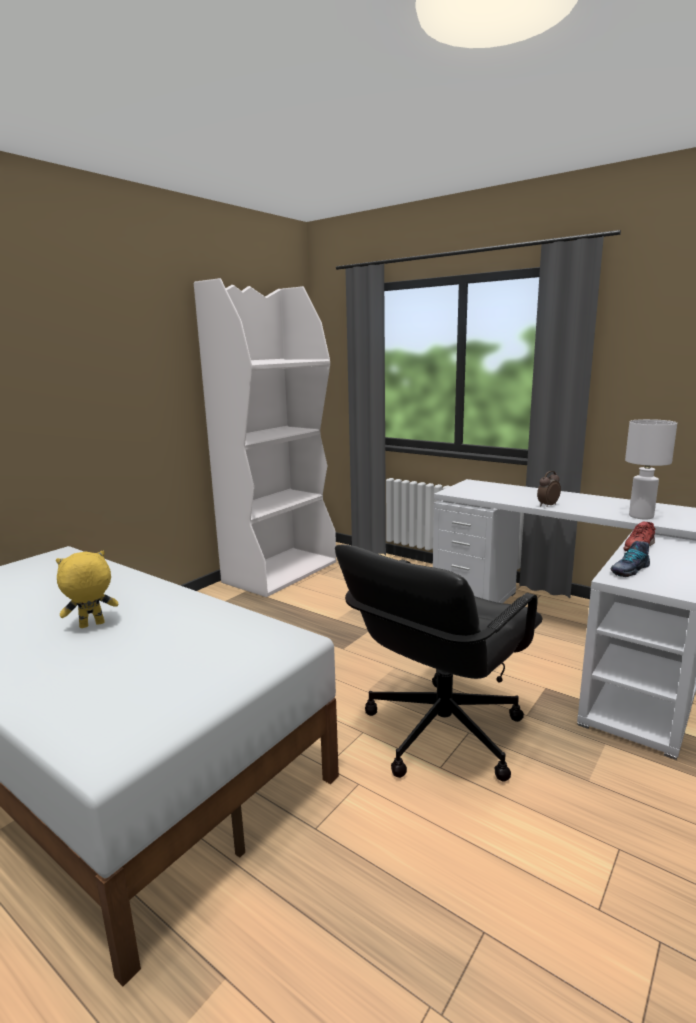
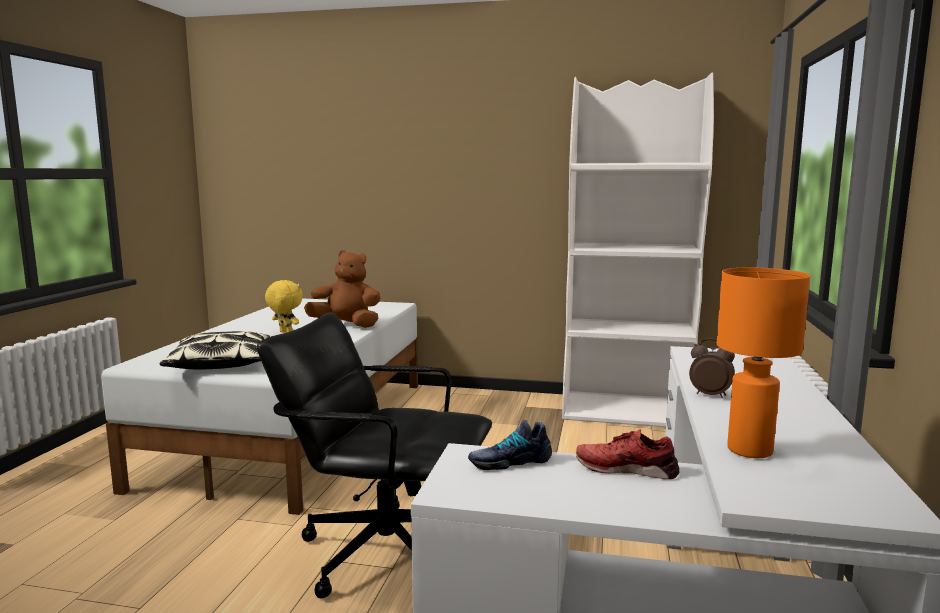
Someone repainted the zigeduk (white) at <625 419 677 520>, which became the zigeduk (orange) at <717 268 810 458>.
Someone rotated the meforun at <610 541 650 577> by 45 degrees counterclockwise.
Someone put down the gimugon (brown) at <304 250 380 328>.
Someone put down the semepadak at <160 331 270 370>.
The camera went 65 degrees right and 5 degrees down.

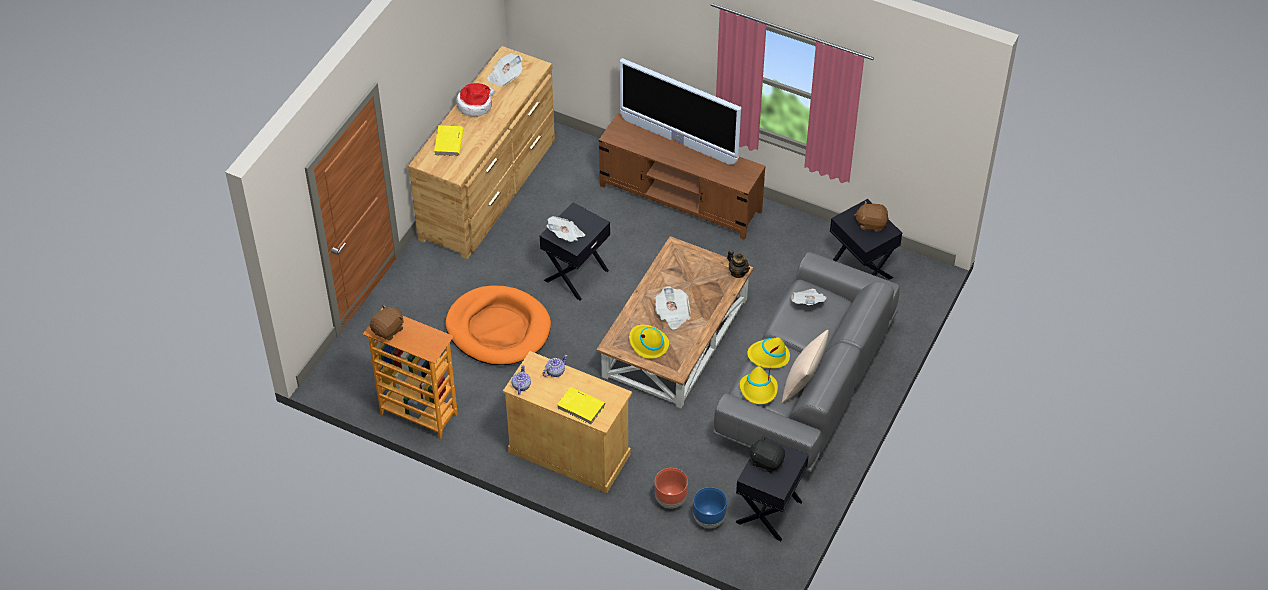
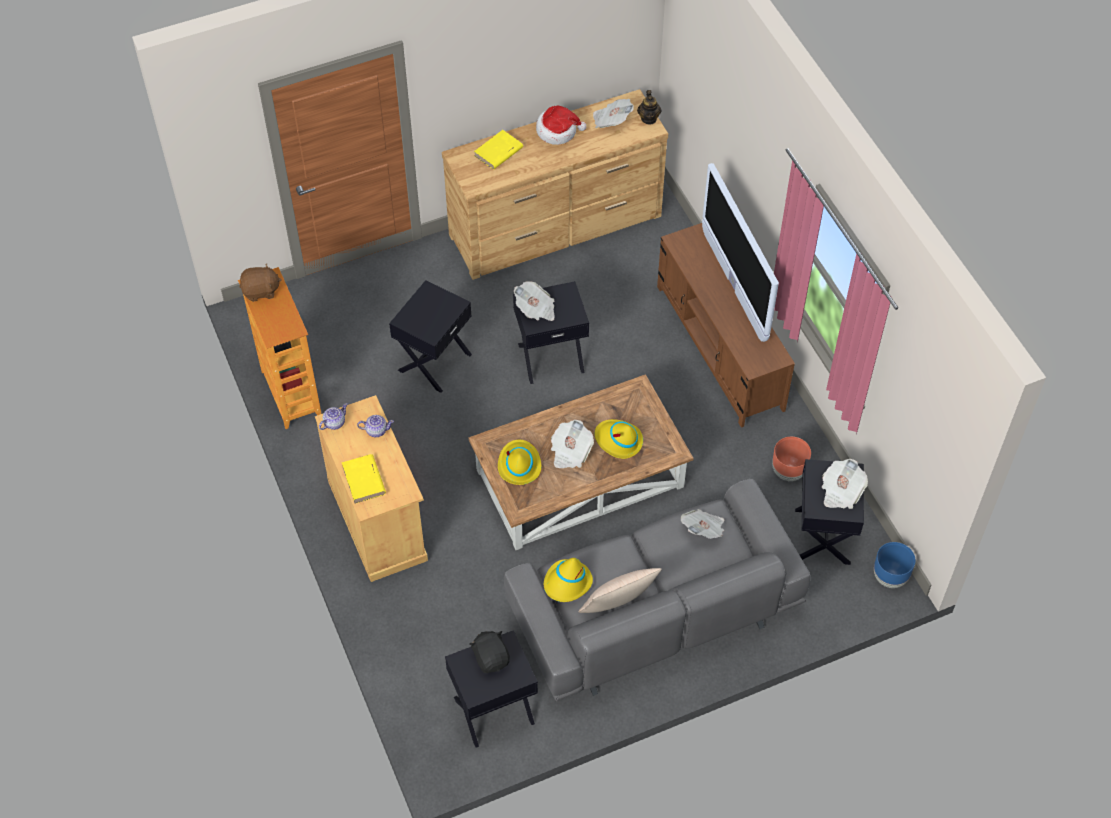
Someone swapped the gimugon (brown) at <854 201 889 232> for the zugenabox at <822 459 868 509>.
Someone carried the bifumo from <727 250 750 278> to <637 90 662 124>.
Someone swapped the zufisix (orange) at <445 285 551 365> for the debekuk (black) at <389 280 472 393>.
Someone carried the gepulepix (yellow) from <747 337 790 368> to <595 419 643 459>.
Someone carried the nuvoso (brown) from <655 468 688 509> to <772 437 811 481>.
Someone carried the nuvoso (blue) from <693 487 727 528> to <874 542 916 588>.
The camera went 40 degrees right and 5 degrees up.

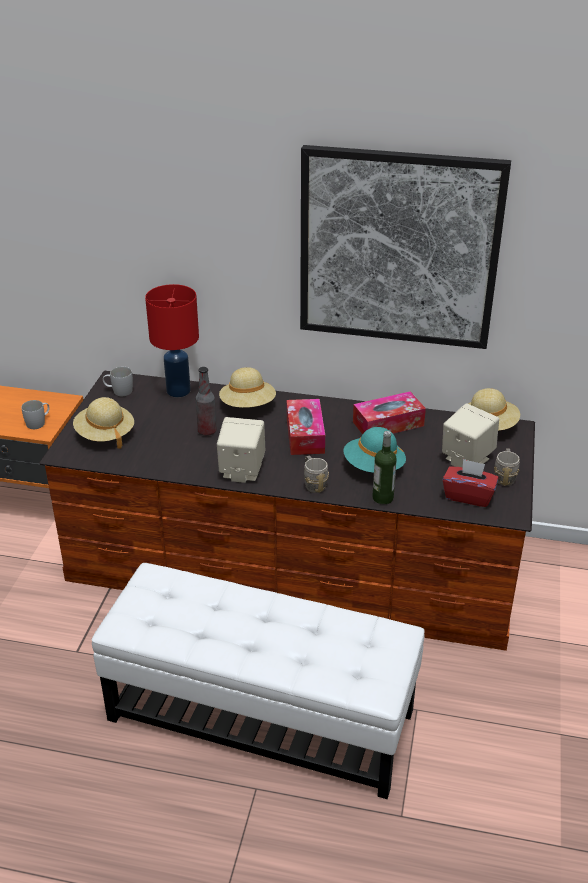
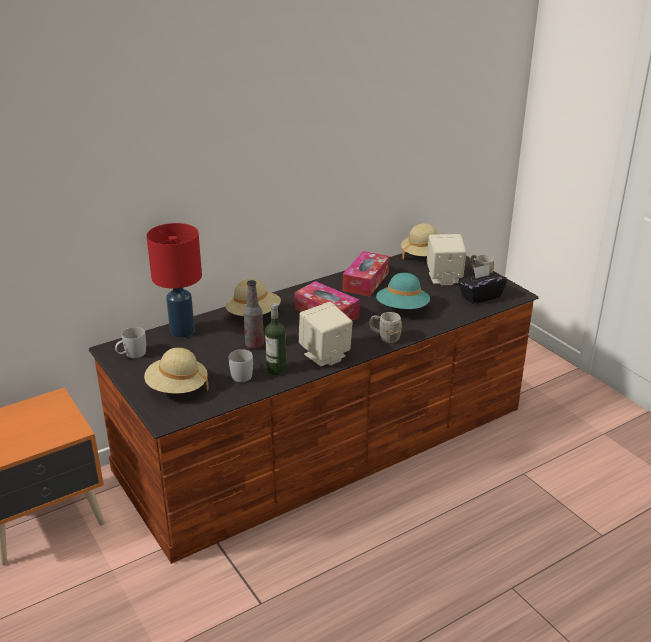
Someone took away the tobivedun at <300 145 511 349>.
Someone carried the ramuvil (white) from <21 400 50 429> to <229 349 253 382>.
Someone carried the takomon from <372 431 397 504> to <265 303 287 375>.
Someone repainted the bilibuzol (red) at <443 459 499 507>, which became the bilibuzol (black) at <458 265 507 304>.
Someone took away the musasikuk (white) at <91 563 425 799>.
The camera went 45 degrees left and 5 degrees down.

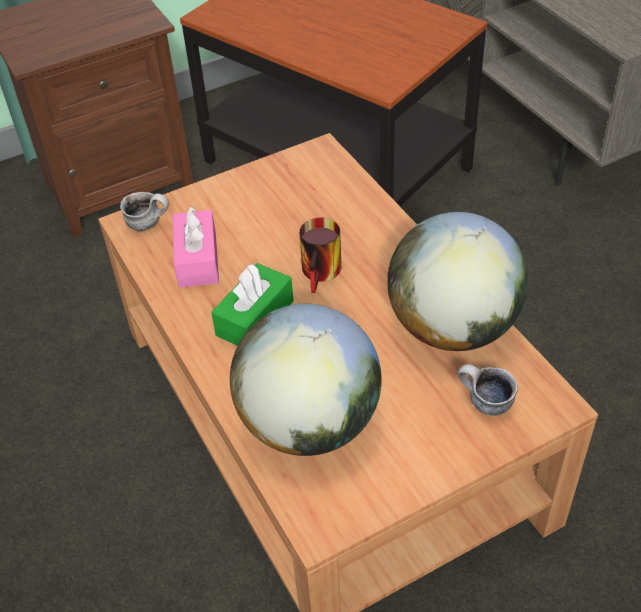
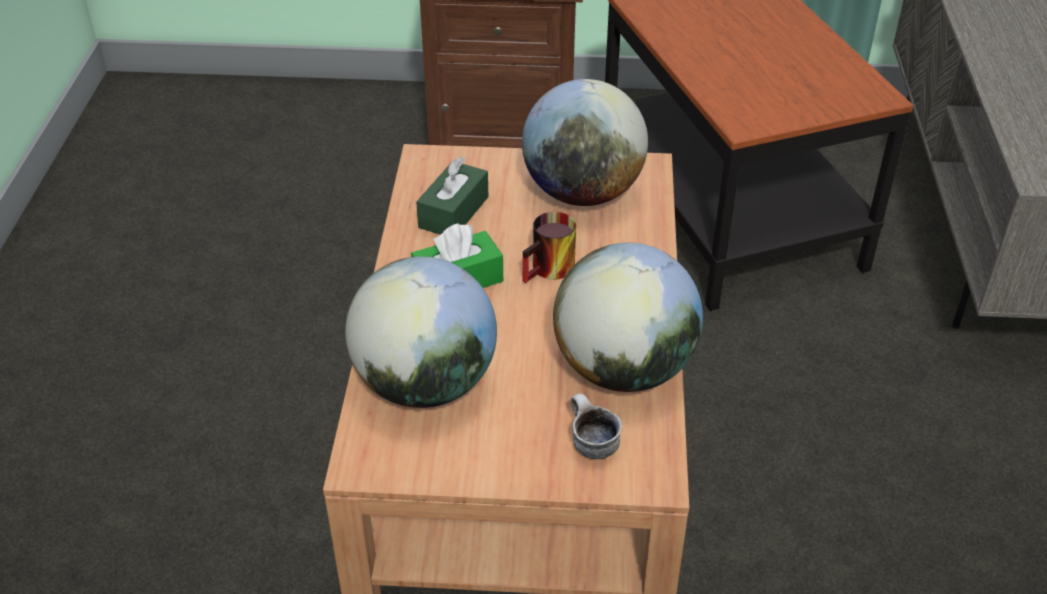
Someone took away the ramuvil at <120 192 169 231>.
Someone repainted the bilibuzol (pink) at <173 206 219 288>, which became the bilibuzol (green) at <416 156 488 235>.
Someone put down the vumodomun at <522 79 648 206>.
The camera went 30 degrees right and 5 degrees down.

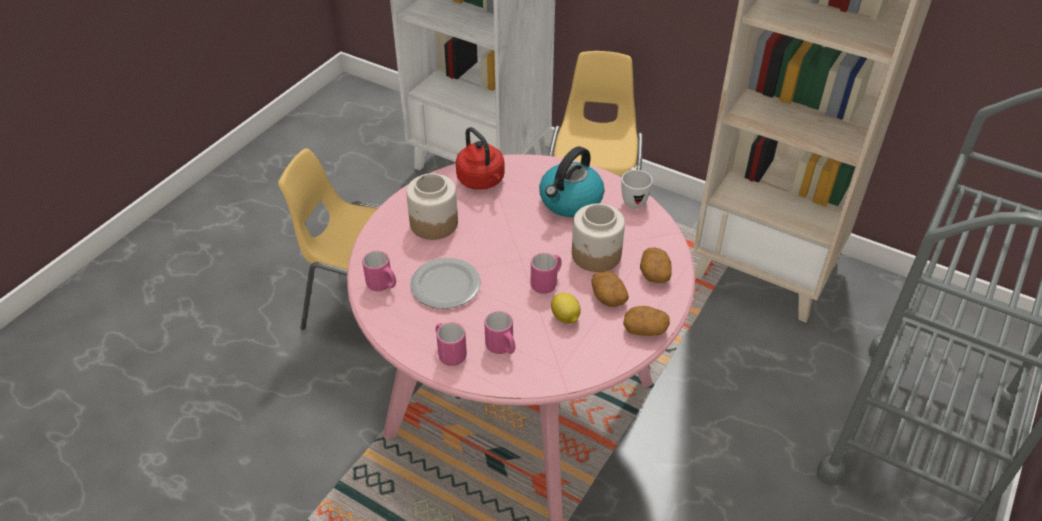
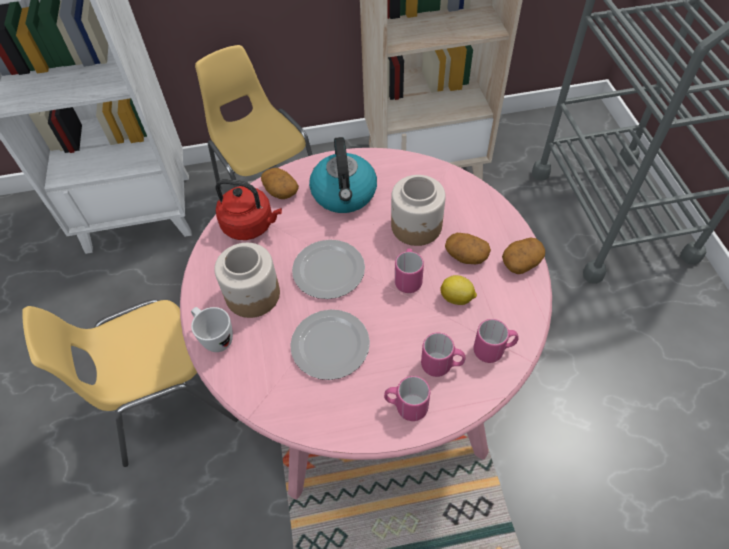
Someone carried the ramuvil (white) from <621 167 653 208> to <191 307 233 352>.
Someone carried the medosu from <640 247 672 283> to <261 168 299 199>.
Someone carried the ramuvil (pink) from <362 251 396 291> to <474 319 519 363>.
Someone put down the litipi at <292 240 365 299>.
The camera went 40 degrees left and 10 degrees up.

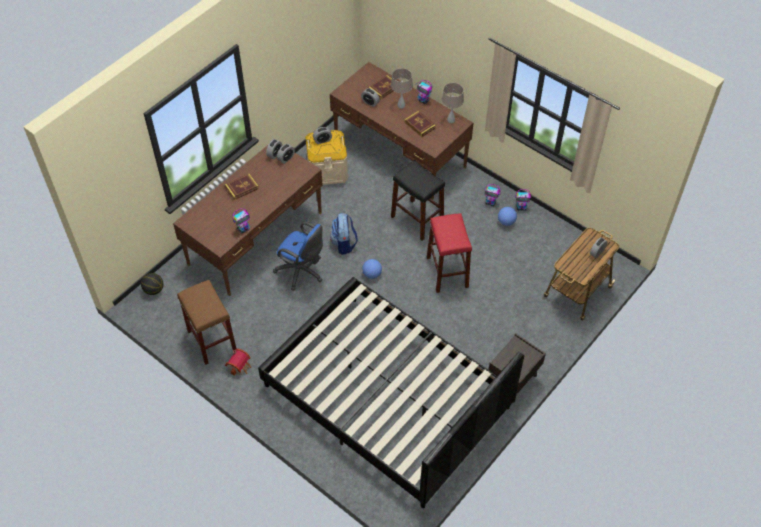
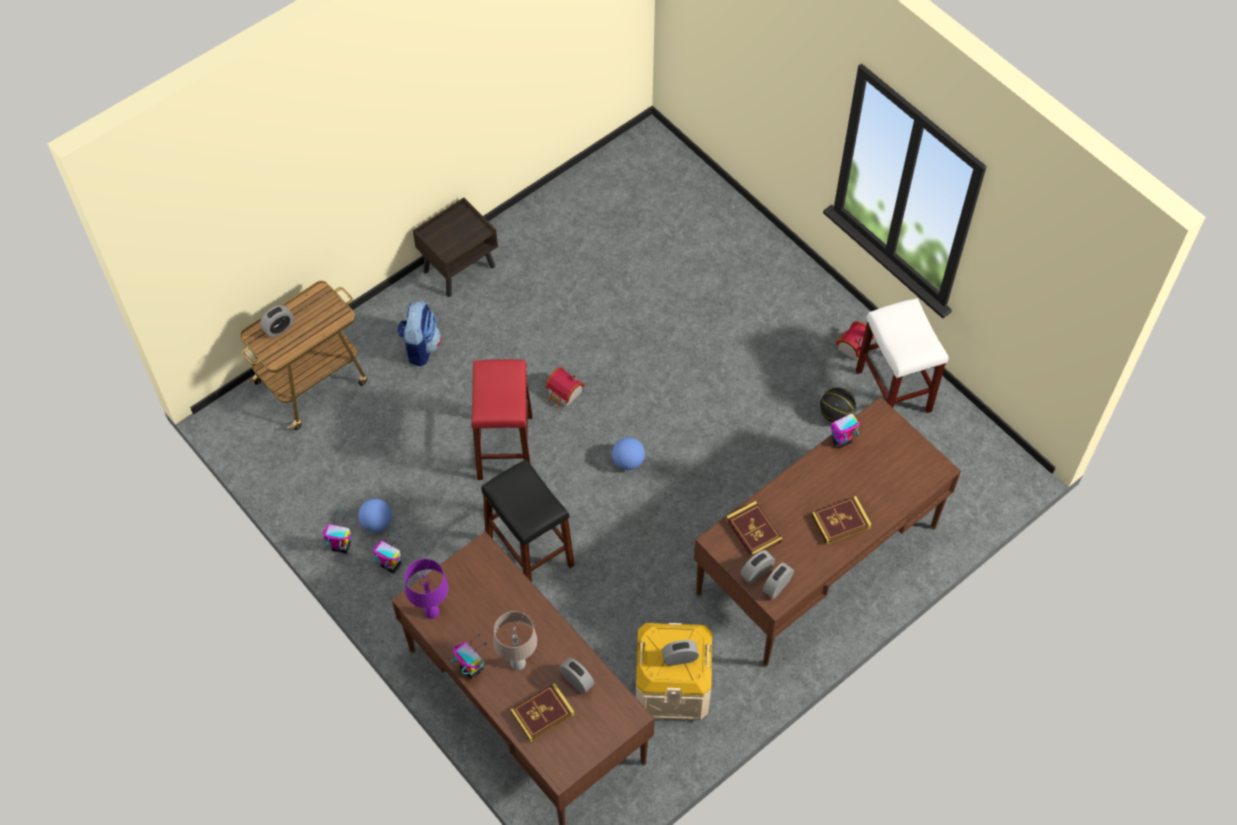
Someone repainted the zigeduk (beige) at <442 83 464 123>, which became the zigeduk (purple) at <404 559 449 619>.
Someone carried the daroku from <404 111 436 137> to <726 501 782 557>.
Someone carried the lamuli from <330 213 358 255> to <398 301 442 366>.
Someone took away the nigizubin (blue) at <273 222 323 291>.
Someone carried the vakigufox from <141 273 163 295> to <820 388 856 422>.
Someone took away the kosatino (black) at <258 277 524 508>.
Someone repainted the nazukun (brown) at <177 280 236 365>, which became the nazukun (white) at <856 298 949 413>.
Someone put down the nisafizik at <545 367 585 409>.
The camera went 170 degrees left and 5 degrees up.

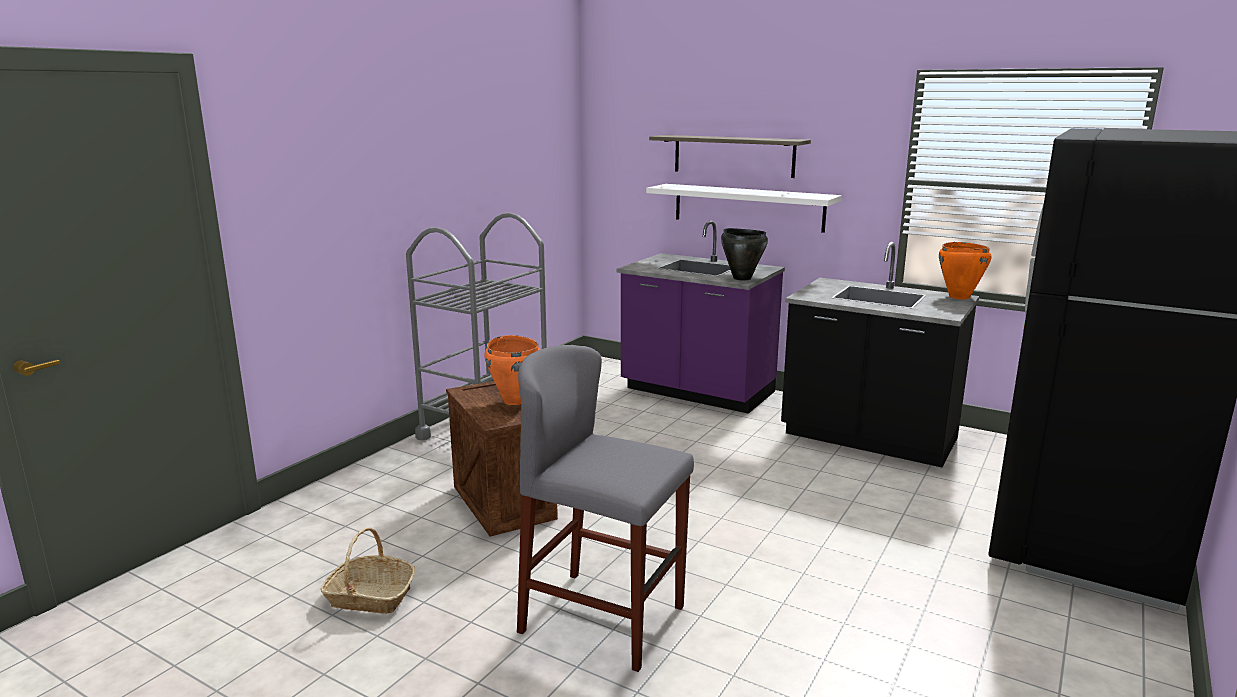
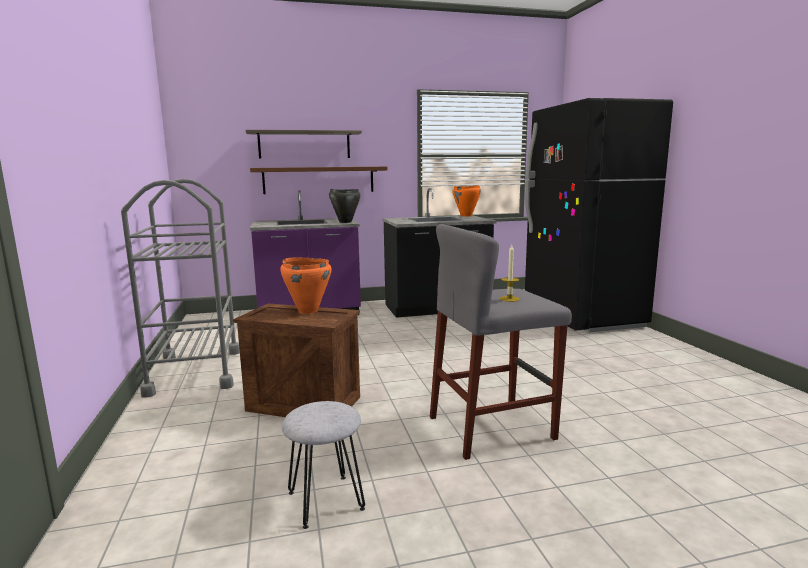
Someone repainted the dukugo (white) at <646 184 842 233>, which became the dukugo (brown) at <250 167 387 194>.
Someone swapped the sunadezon at <320 527 415 614> for the nazukun (grey) at <281 401 365 529>.
Someone put down the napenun at <499 244 520 302>.
The camera went 45 degrees left and 5 degrees down.

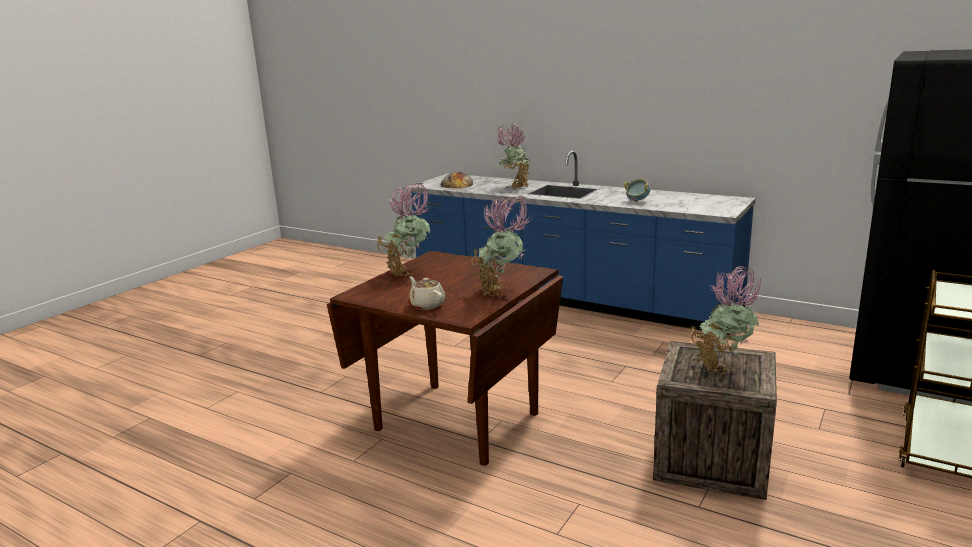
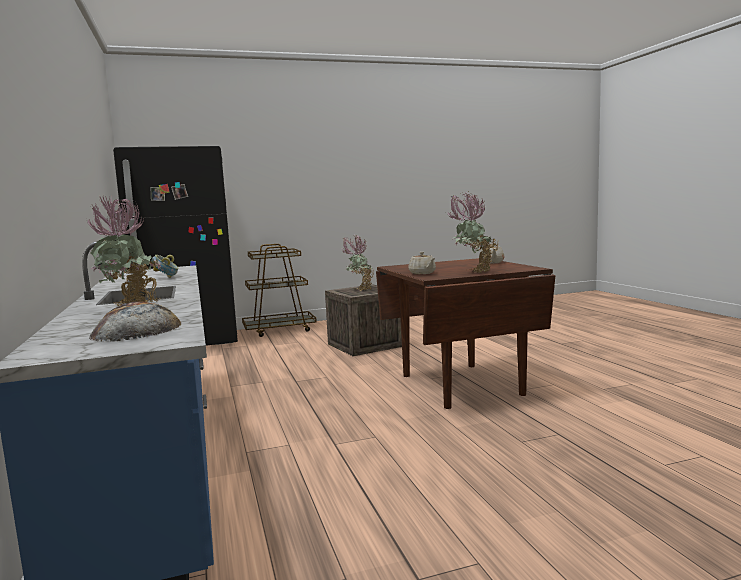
Someone took away the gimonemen at <471 195 532 296>.
Someone put down the bifumo (beige) at <408 252 436 274>.
The camera went 140 degrees left and 10 degrees down.

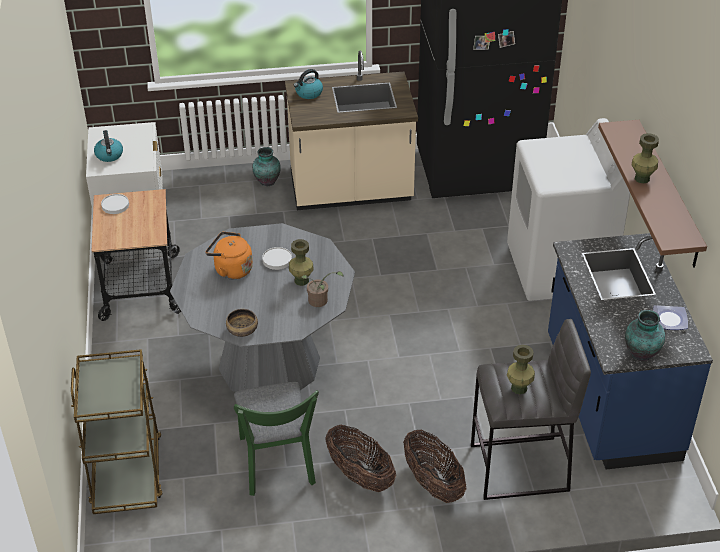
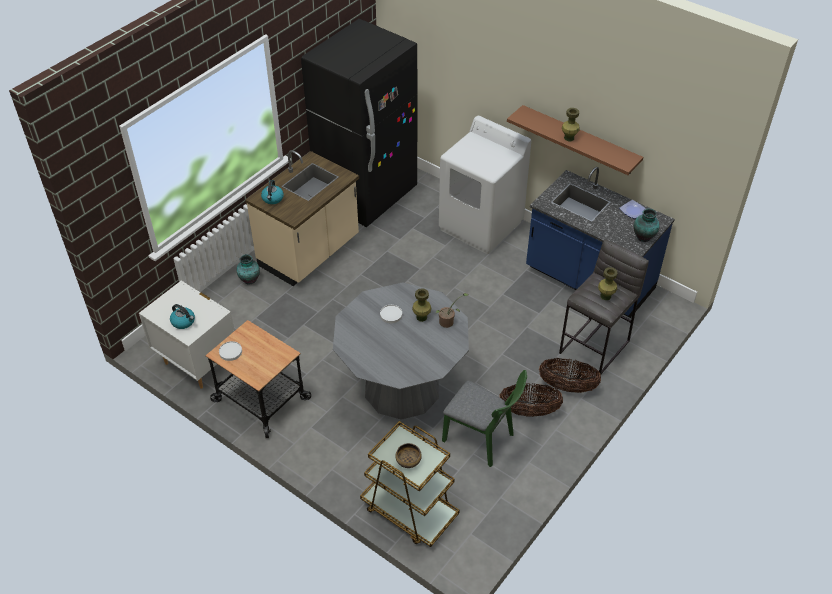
Someone took away the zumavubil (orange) at <205 232 253 279>.
Someone carried the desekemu from <226 309 258 337> to <395 443 422 468>.
The camera went 45 degrees left and 5 degrees up.

